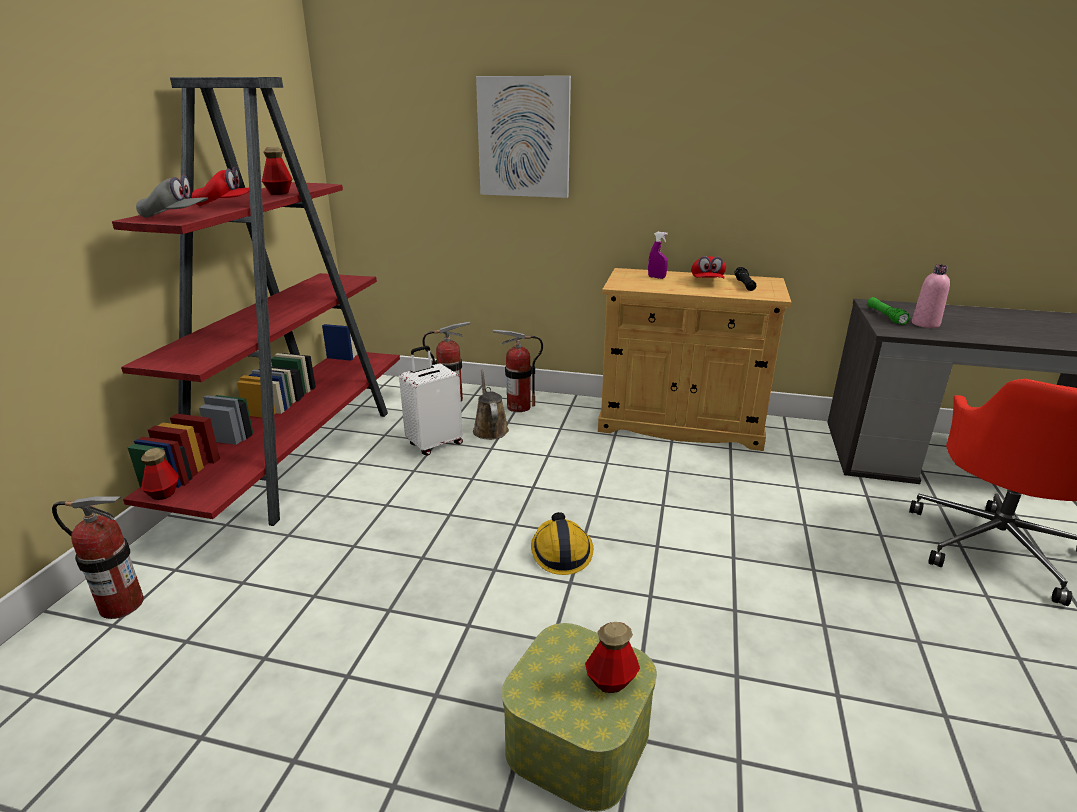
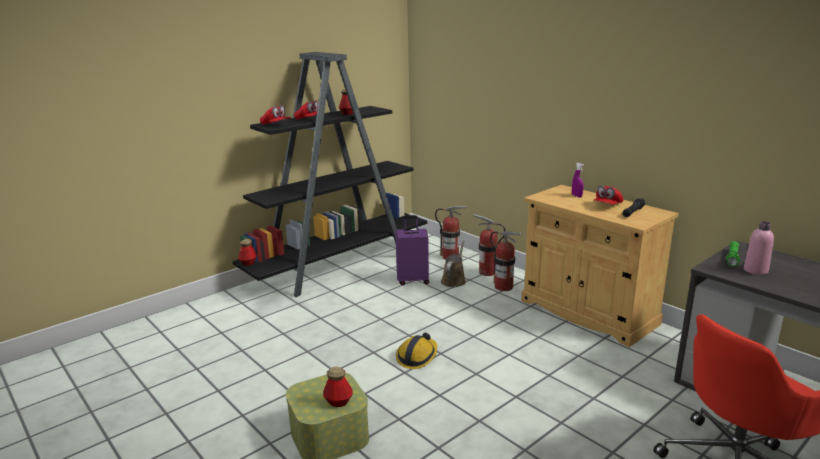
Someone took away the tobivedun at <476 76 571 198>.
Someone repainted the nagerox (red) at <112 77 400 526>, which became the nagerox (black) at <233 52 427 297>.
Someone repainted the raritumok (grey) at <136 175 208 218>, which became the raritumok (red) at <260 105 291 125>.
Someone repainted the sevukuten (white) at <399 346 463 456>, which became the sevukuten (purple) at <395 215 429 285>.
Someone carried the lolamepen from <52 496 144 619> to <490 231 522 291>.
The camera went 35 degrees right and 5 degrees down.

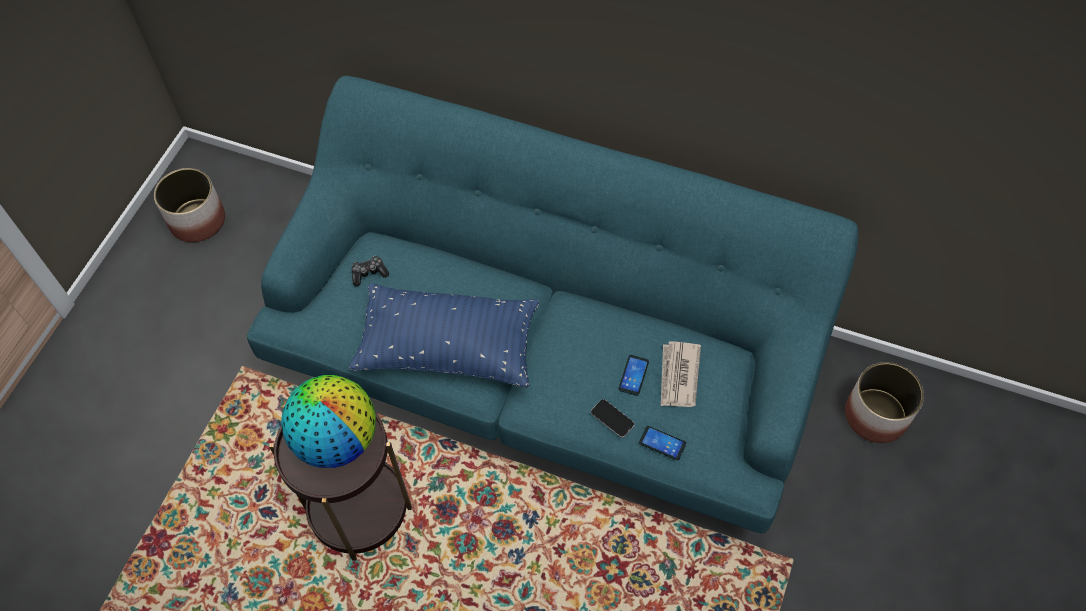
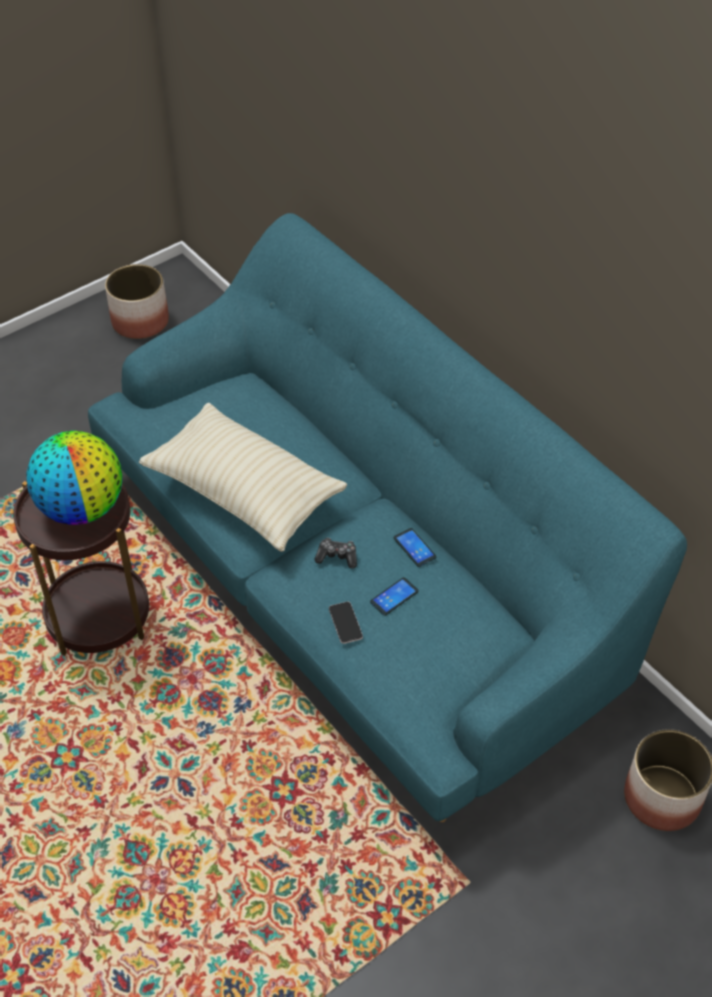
Someone carried the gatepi from <351 256 389 286> to <315 538 357 569>.
Someone repainted the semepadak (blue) at <349 283 539 387>, which became the semepadak (beige) at <139 403 348 552>.
Someone took away the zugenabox at <661 341 701 407>.
Someone carried the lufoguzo from <639 426 686 460> to <394 528 436 567>.
The camera went 30 degrees right and 10 degrees down.

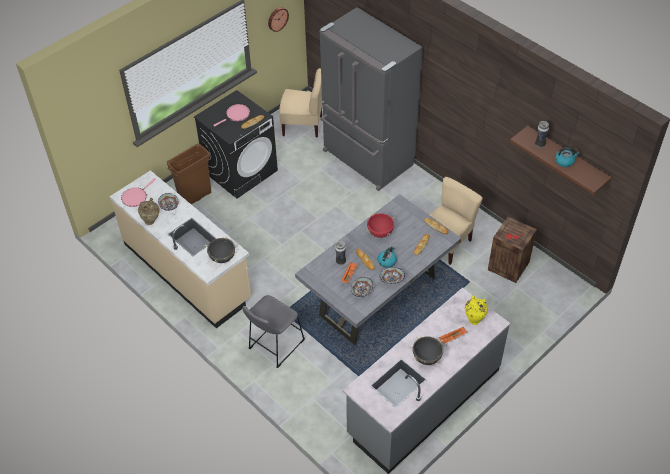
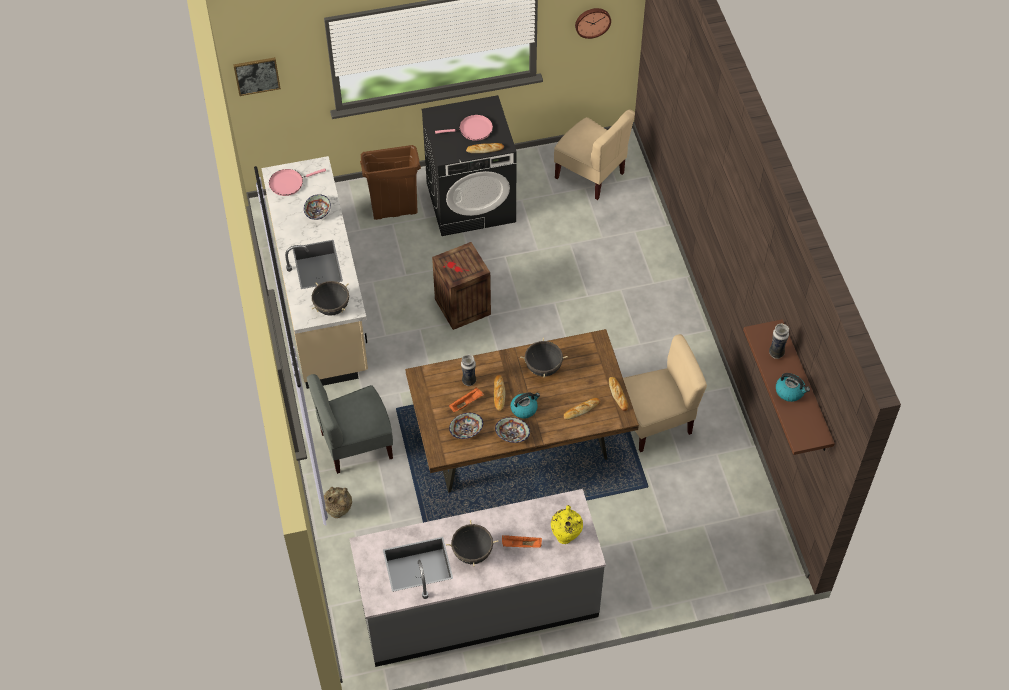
Someone took away the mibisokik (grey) at <319 7 423 191>.
Someone repainted the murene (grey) at <295 194 461 345>, which became the murene (brown) at <405 329 639 493>.
Someone carried the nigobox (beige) from <138 198 160 225> to <324 487 352 518>.
Someone repainted the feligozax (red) at <366 213 395 238>, which became the feligozax (black) at <520 337 568 377>.
Someone carried the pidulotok from <488 217 537 283> to <432 242 491 330>.
Someone swapped the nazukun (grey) at <243 295 305 368> for the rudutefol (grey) at <306 374 393 474>.
Someone put up the tobivedun at <233 57 281 96>.
The camera went 30 degrees right and 5 degrees up.

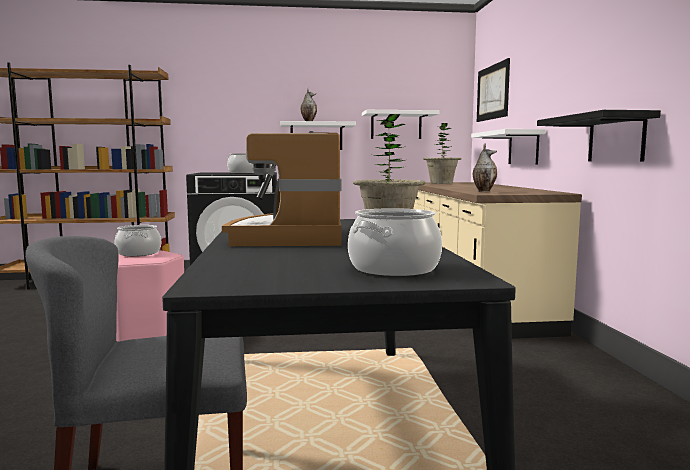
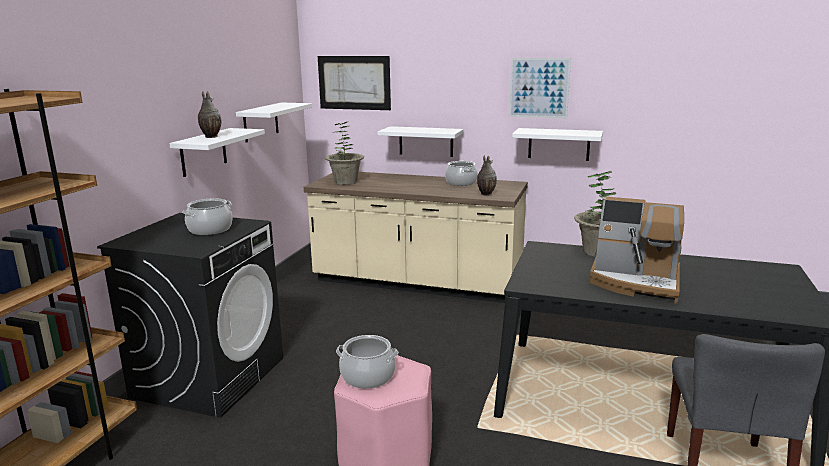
Someone repainted the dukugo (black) at <537 110 661 162>, which became the dukugo (white) at <512 128 603 161>.
Someone carried the feligozax from <348 208 442 276> to <445 161 478 186>.
Someone put up the tobivedun at <509 58 571 118>.
The camera went 65 degrees left and 10 degrees up.

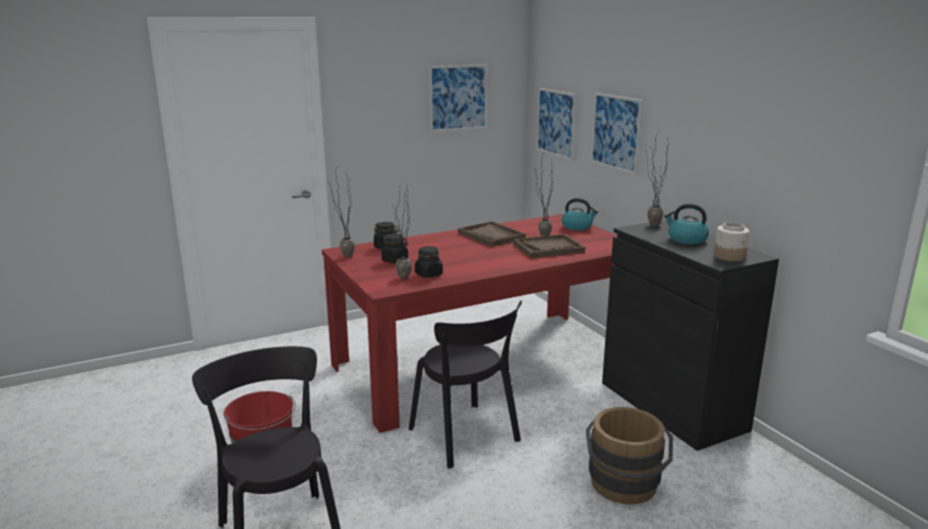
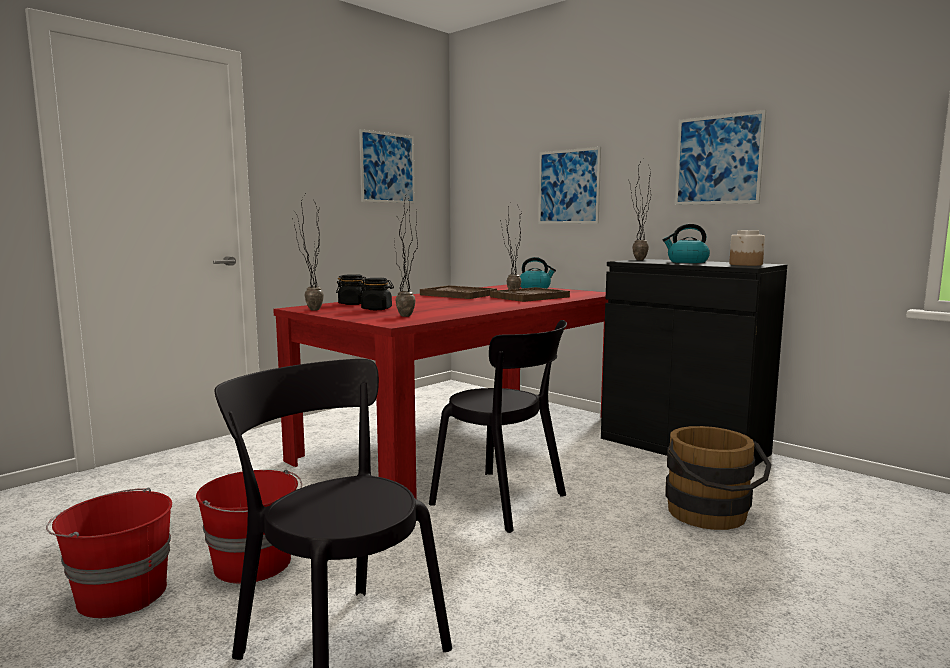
Someone carried the tobivedun from <537 88 577 160> to <675 110 766 205>.
Someone took away the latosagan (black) at <415 246 443 278>.
Someone put down the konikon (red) at <46 488 172 618>.
The camera went 20 degrees left and 10 degrees down.

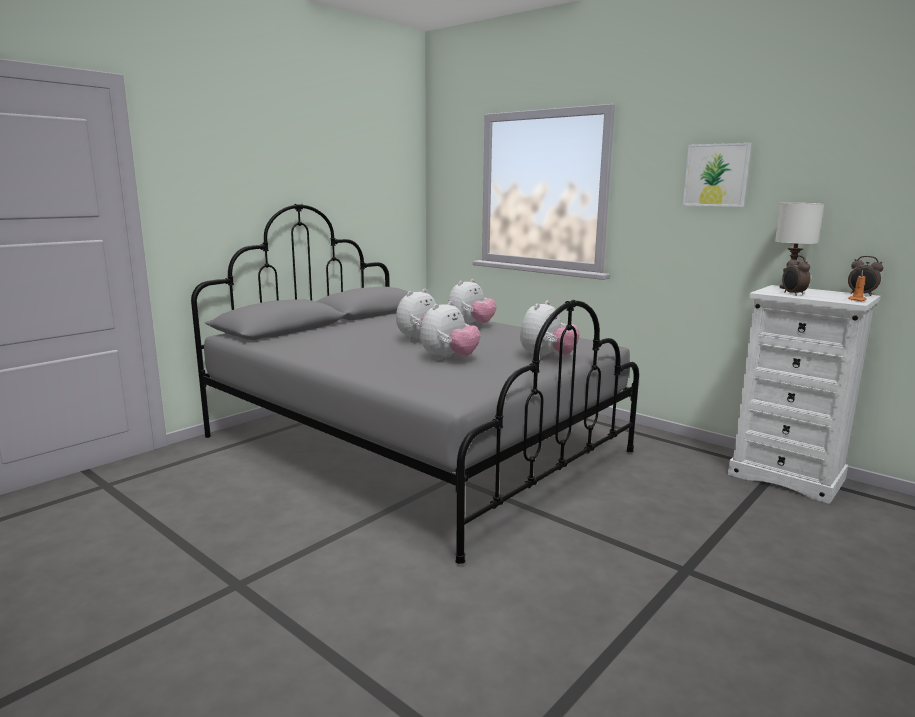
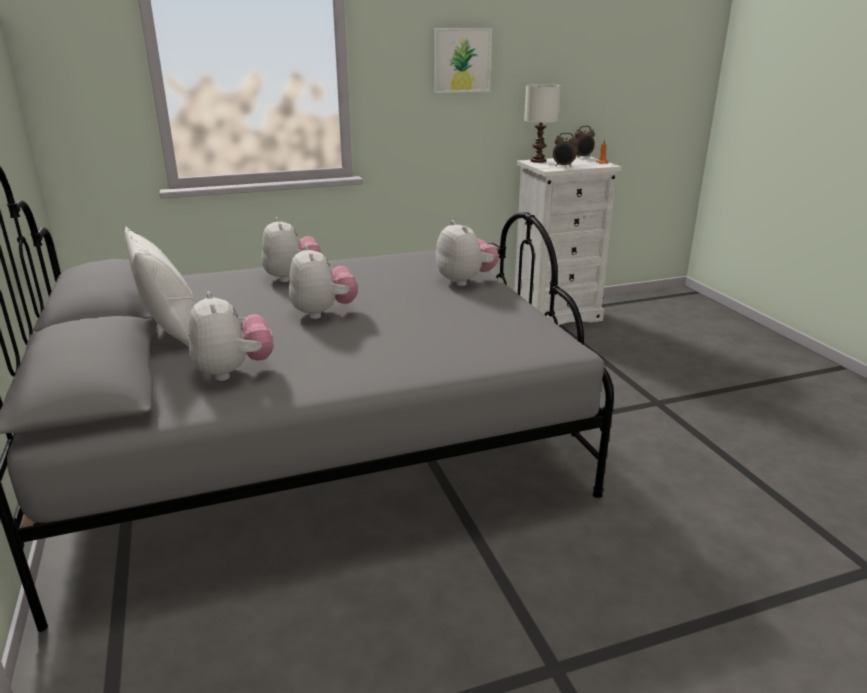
Someone carried the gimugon from <420 301 481 360> to <189 291 274 381>.
Someone put down the semepadak (white) at <125 226 195 347>.
The camera went 60 degrees left and 10 degrees up.

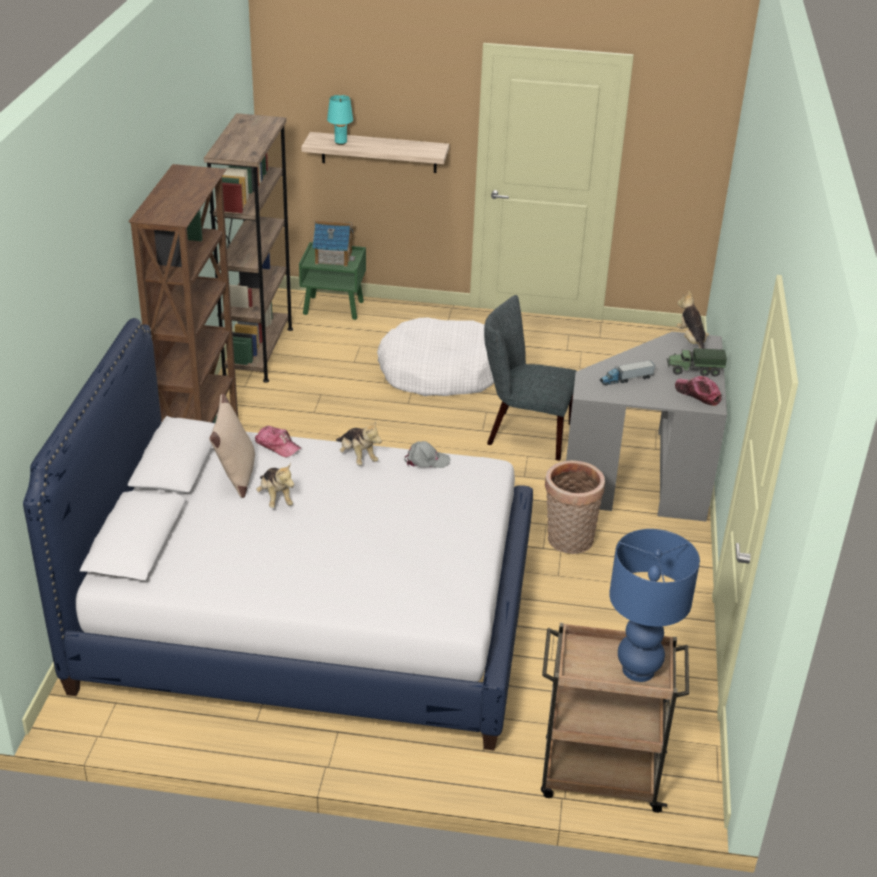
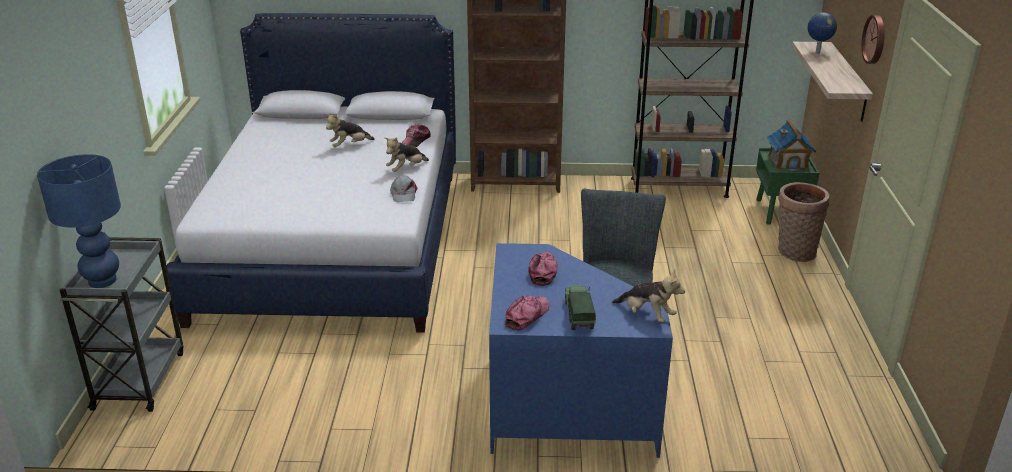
Someone swapped the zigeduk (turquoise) at <327 95 353 145> for the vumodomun at <808 12 837 54>.
Someone rotated the gimugon at <676 291 709 349> by 60 degrees clockwise.
Someone took away the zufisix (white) at <377 318 494 396>.
Someone repainted the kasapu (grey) at <566 332 727 522>, which became the kasapu (blue) at <489 243 673 458>.
Someone swapped the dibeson at <600 360 655 386> for the raritumok at <529 252 558 286>.
Someone took away the semepadak (beige) at <209 394 255 498>.
Someone carried the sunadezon from <545 460 605 554> to <778 182 830 262>.
Someone repainted the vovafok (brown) at <541 623 689 813>, which became the vovafok (grey) at <59 237 183 412>.
Someone put up the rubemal at <862 15 885 64>.
The camera went 85 degrees right and 5 degrees down.

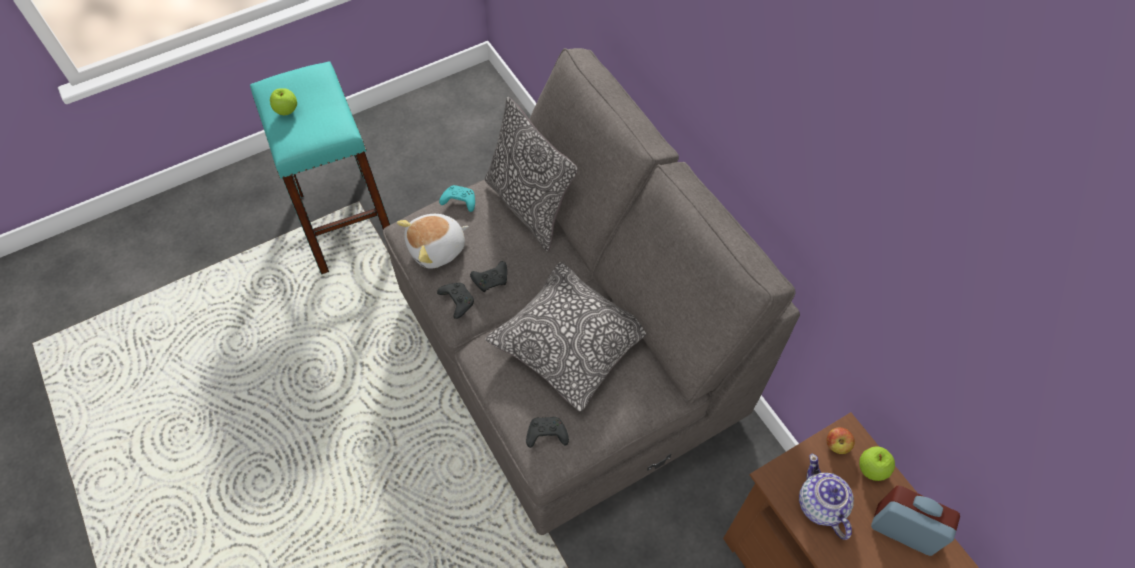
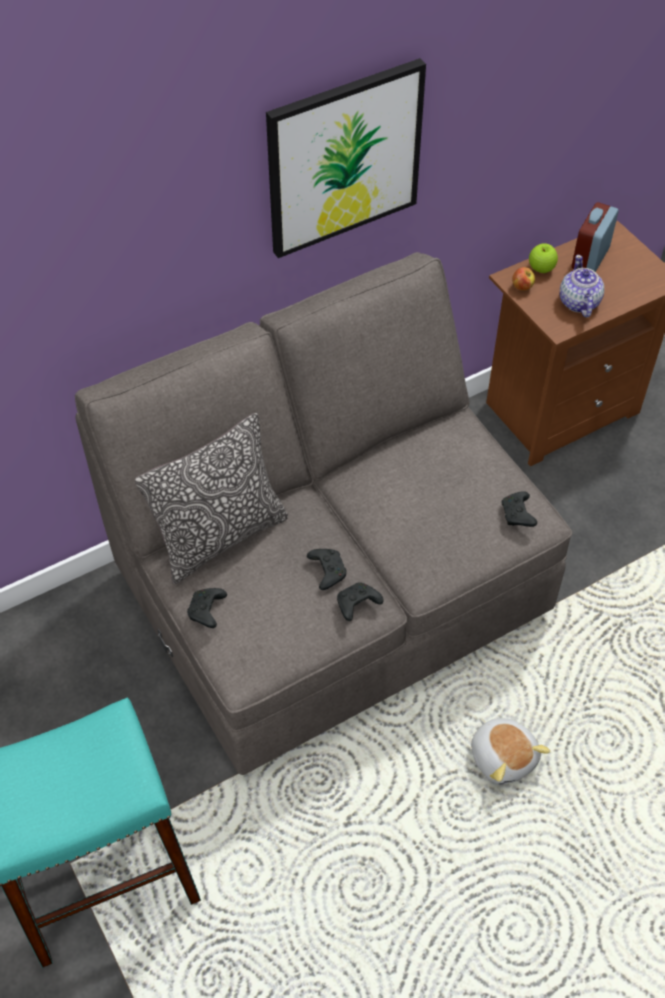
Someone took away the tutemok at <270 88 297 115>.
Someone repainted the gatepi (turquoise) at <439 185 475 212>, which became the gatepi (black) at <187 588 227 628>.
Someone carried the gimugon from <397 214 469 268> to <471 718 550 785>.
Someone took away the semepadak at <485 262 646 411>.
Someone rotated the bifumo at <799 454 854 540> by 105 degrees clockwise.
Someone put up the tobivedun at <266 58 426 258>.
The camera went 90 degrees left and 5 degrees down.

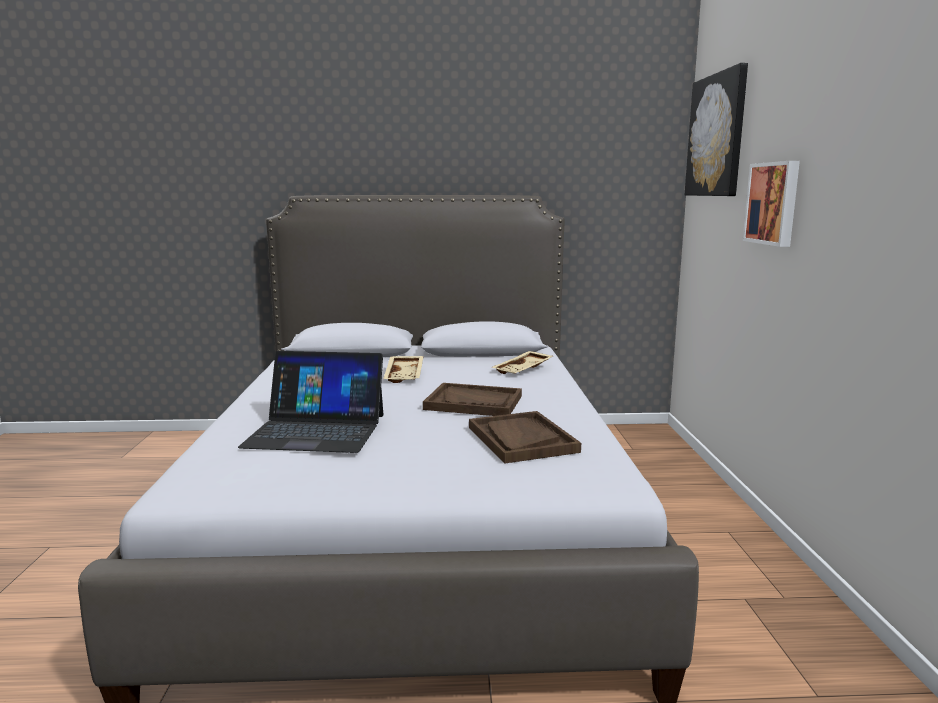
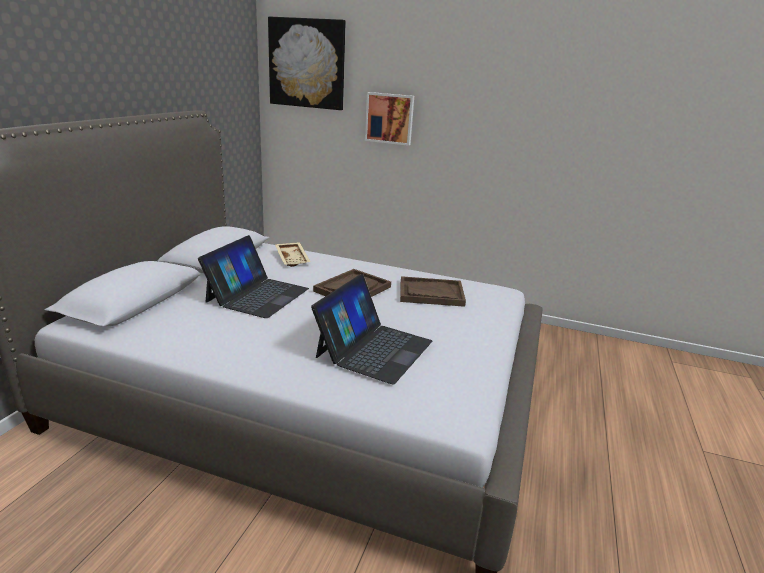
Someone swapped the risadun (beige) at <383 356 423 383> for the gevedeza at <198 235 309 318>.
The camera went 70 degrees left and 10 degrees up.

